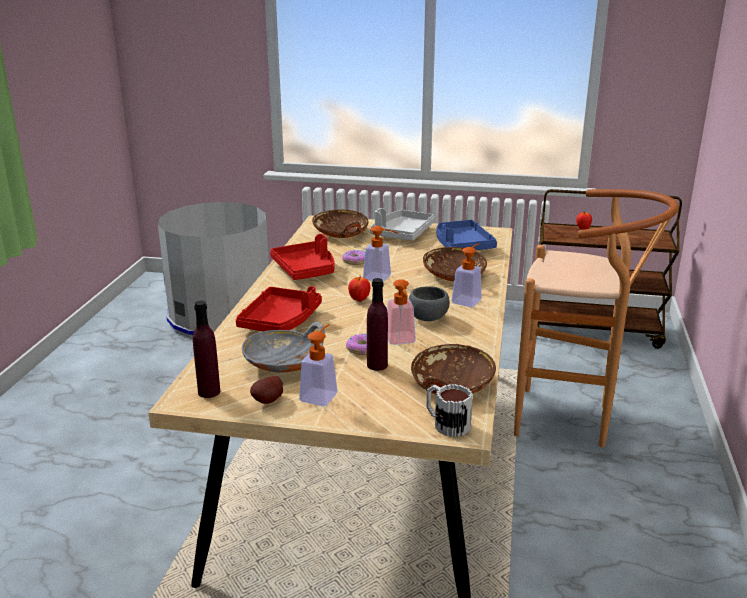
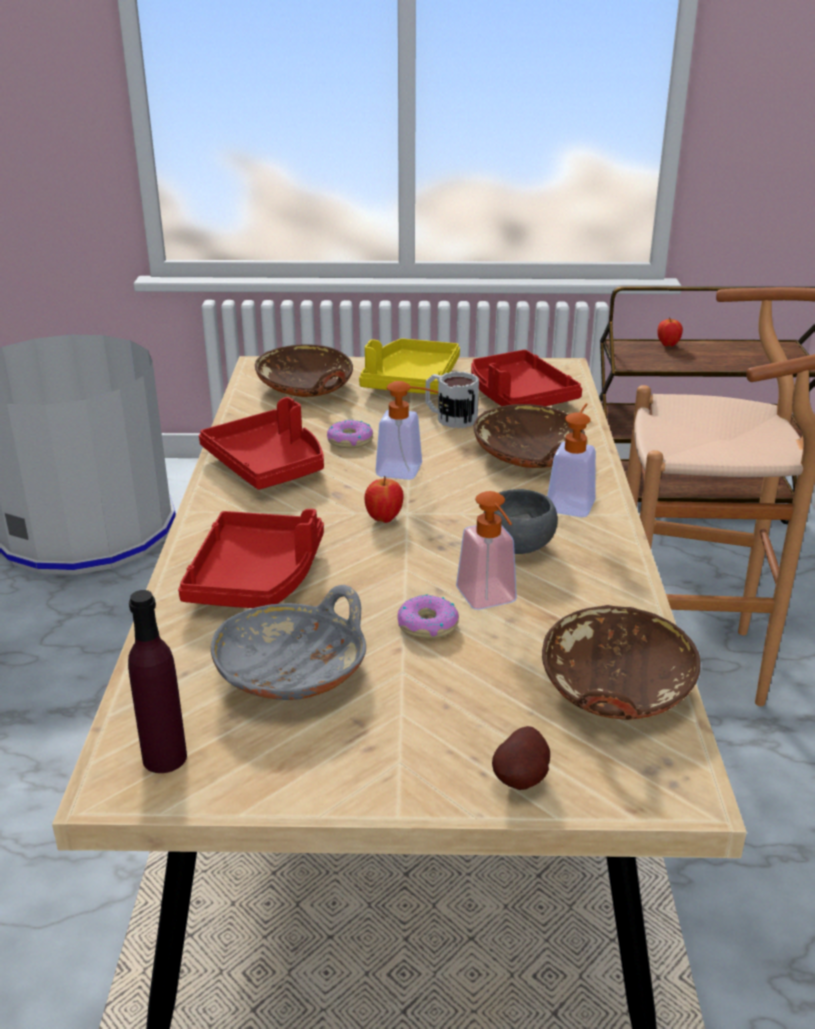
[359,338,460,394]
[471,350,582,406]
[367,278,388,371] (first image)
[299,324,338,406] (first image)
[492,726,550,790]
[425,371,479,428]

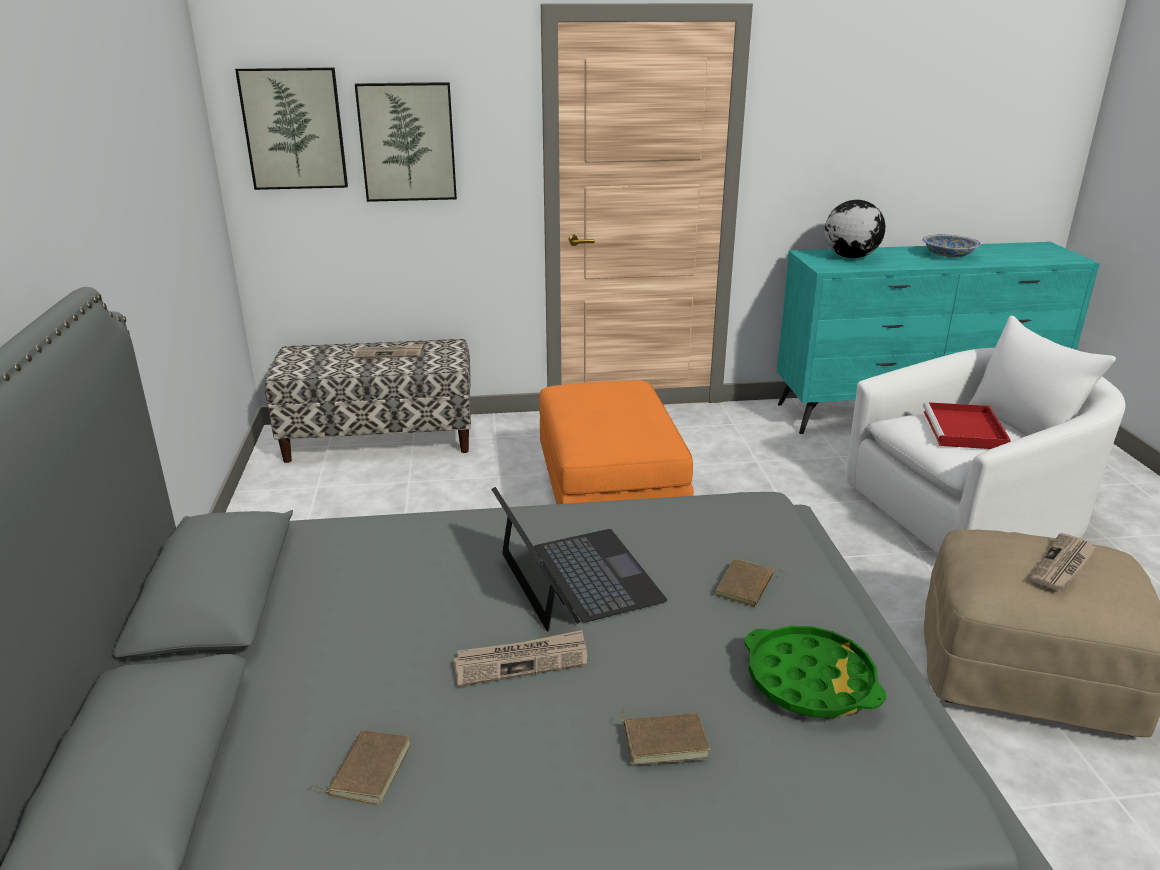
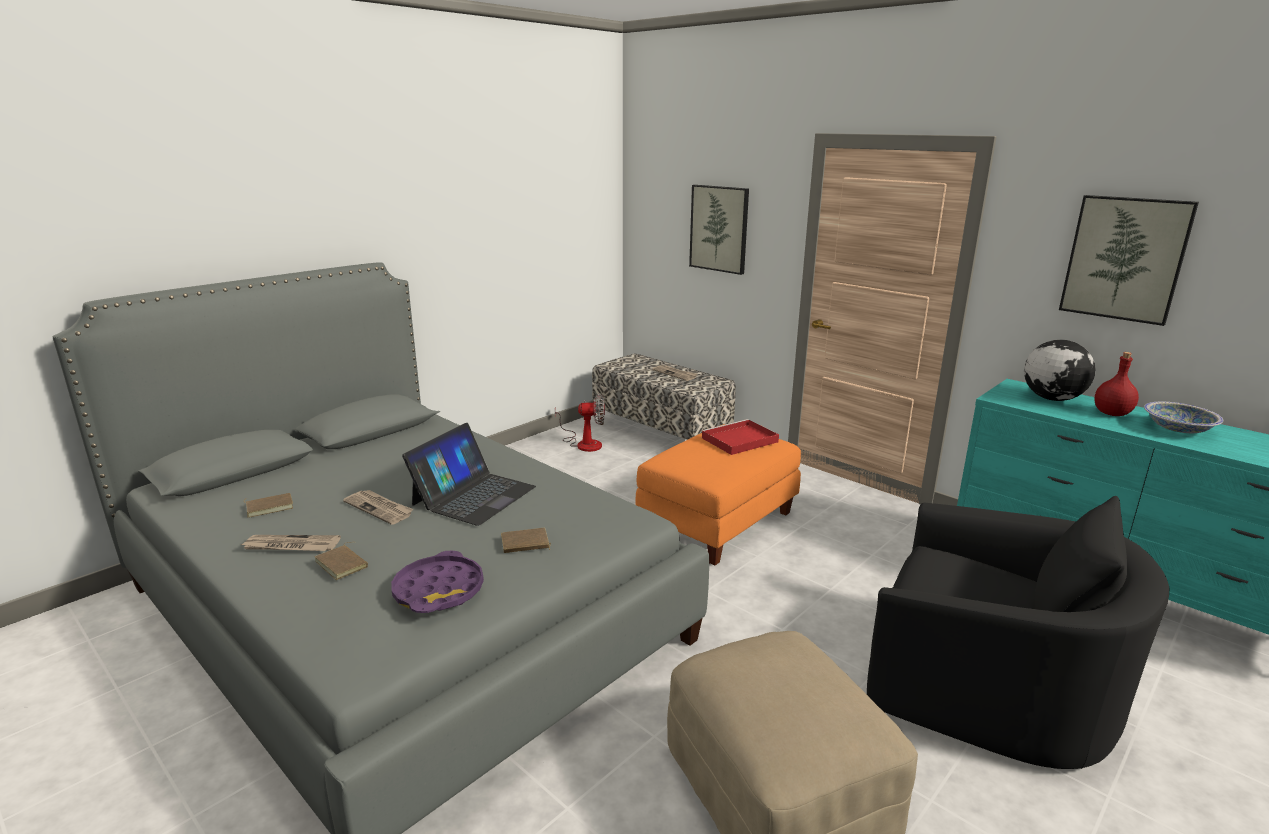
[1059,195,1199,326]
[867,496,1169,769]
[701,419,779,455]
[239,535,341,551]
[391,551,484,613]
[1094,352,1139,416]
[555,394,605,452]

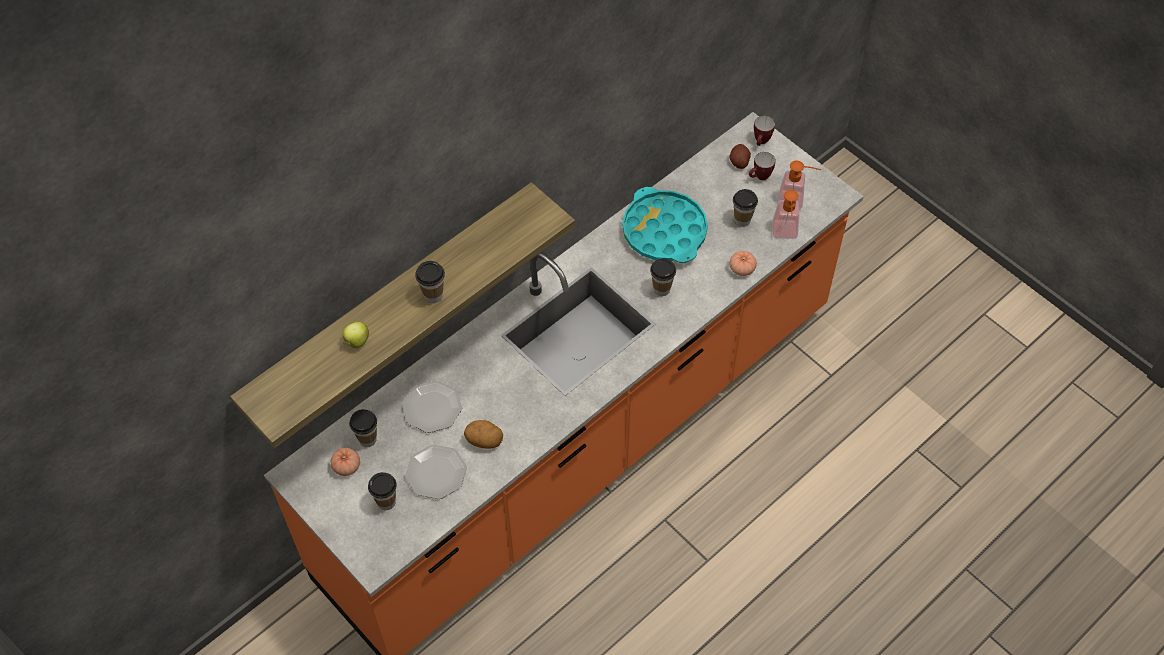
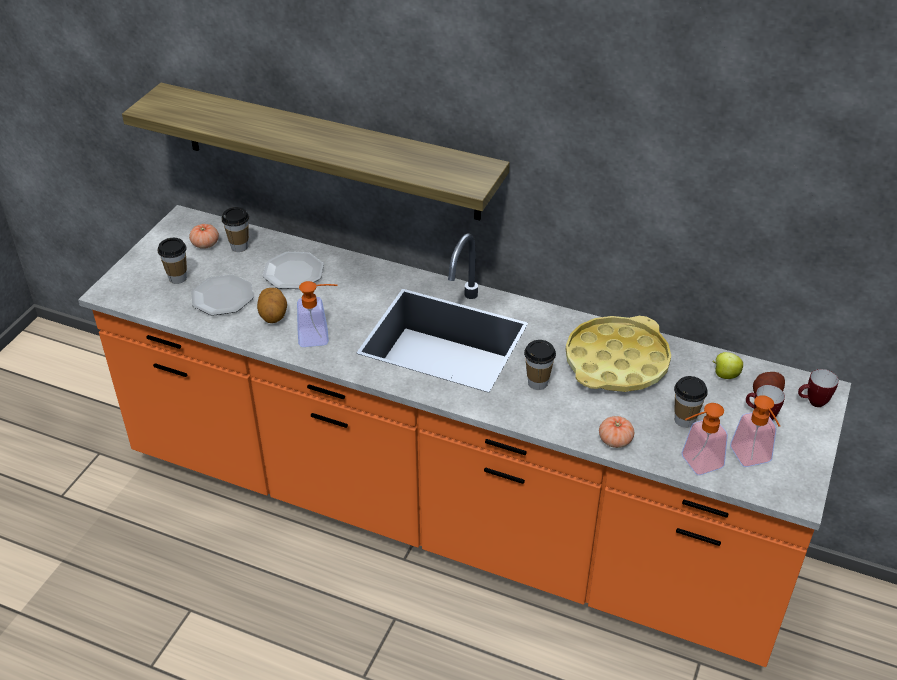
[565,316,671,392]
[415,261,445,303] (first image)
[712,352,743,379]
[297,281,337,347]

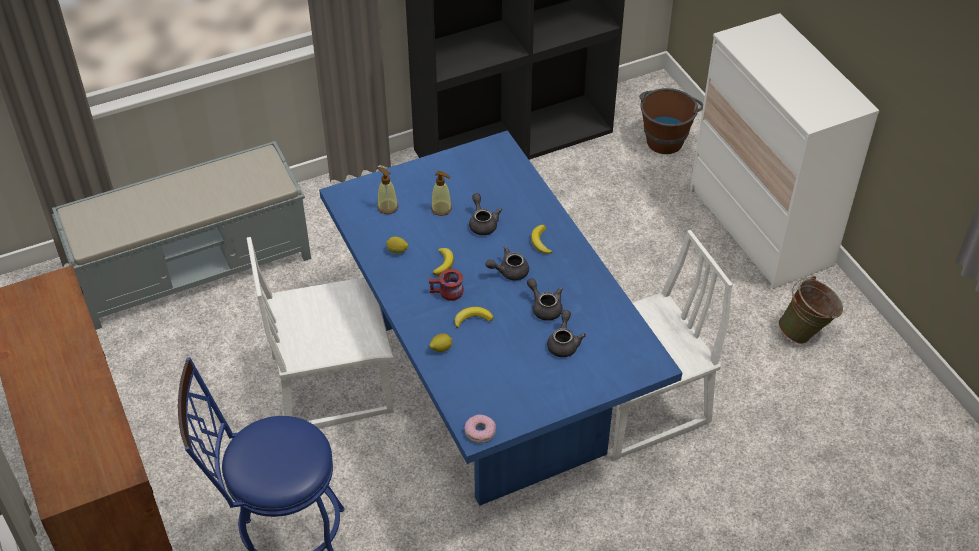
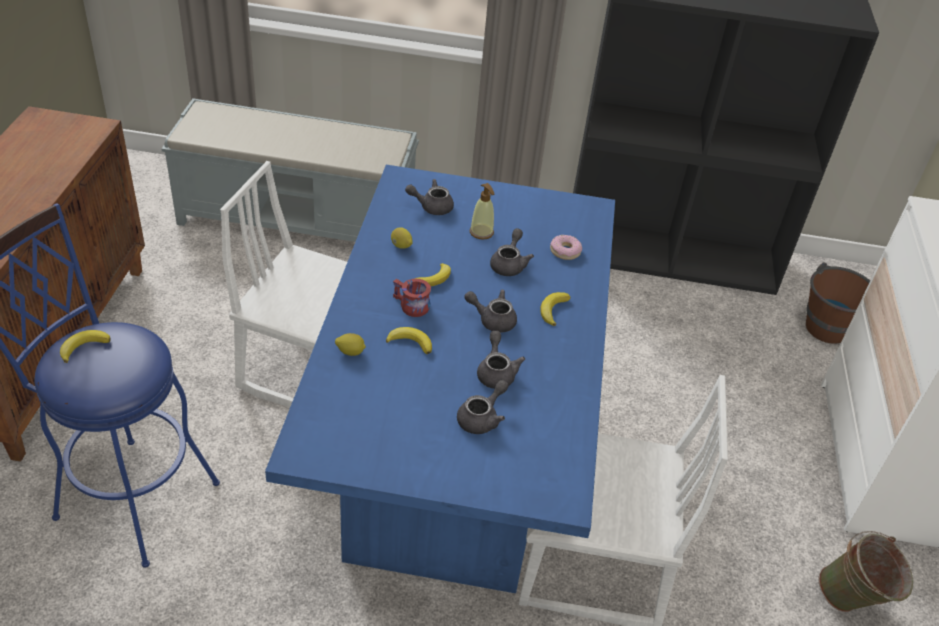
[405,179,454,215]
[550,235,582,260]
[60,330,111,363]

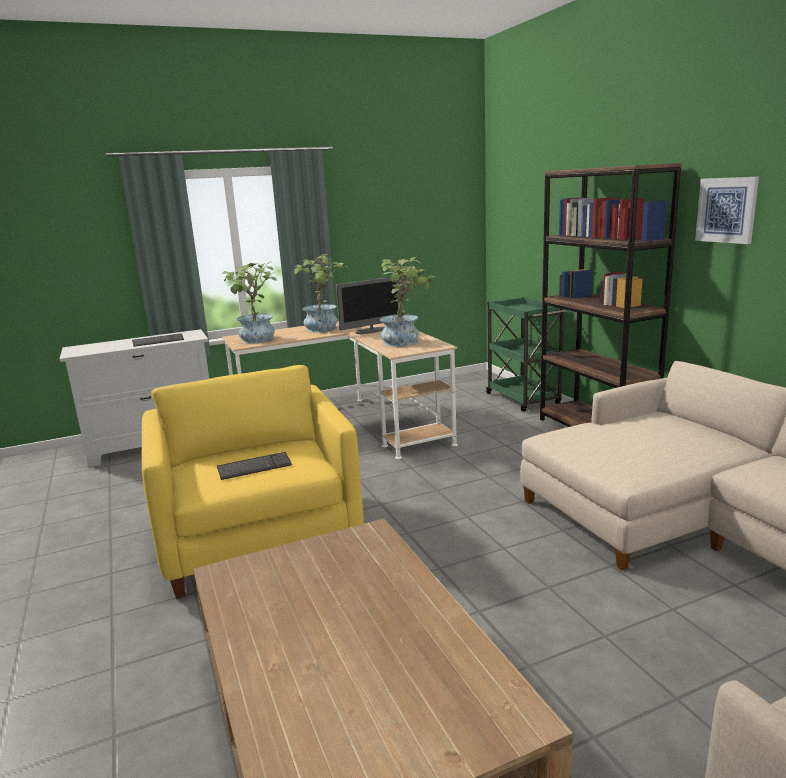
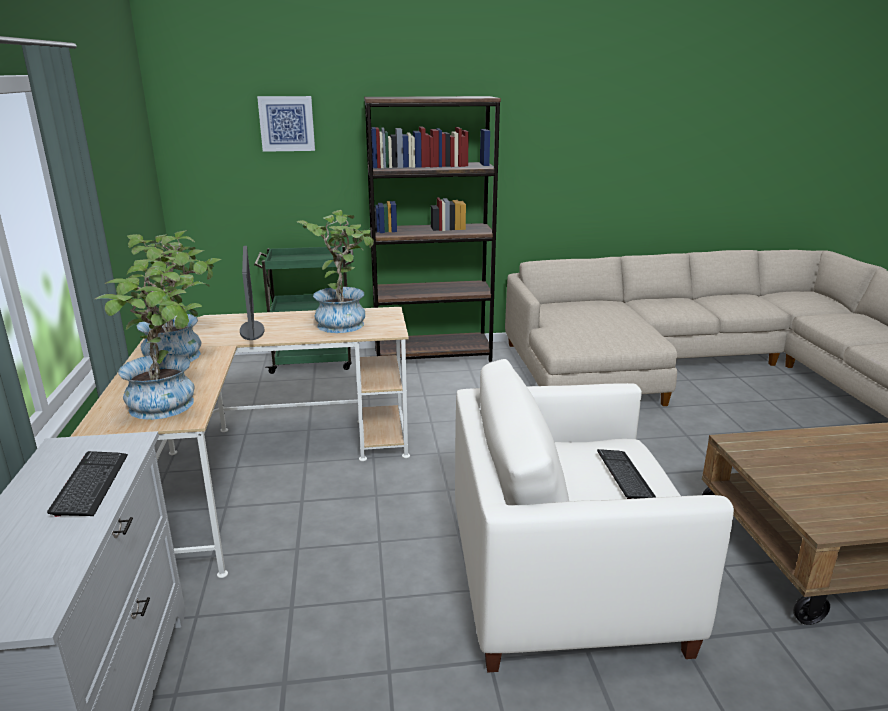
[257,96,315,152]
[455,359,734,673]

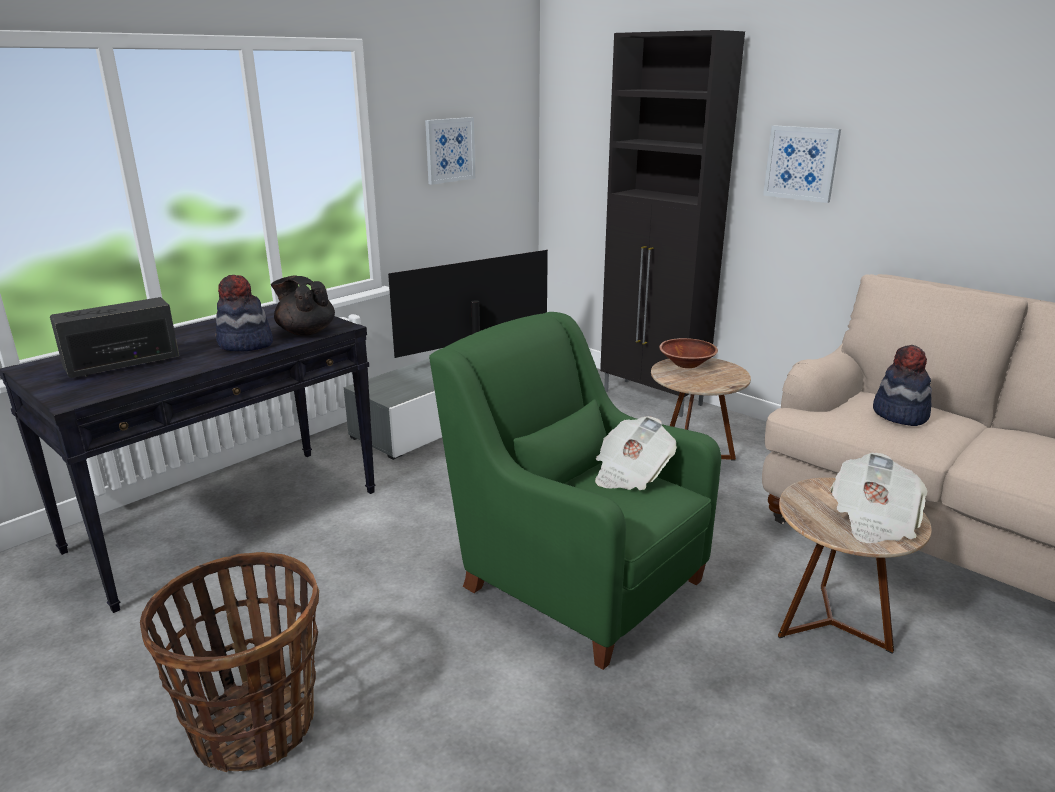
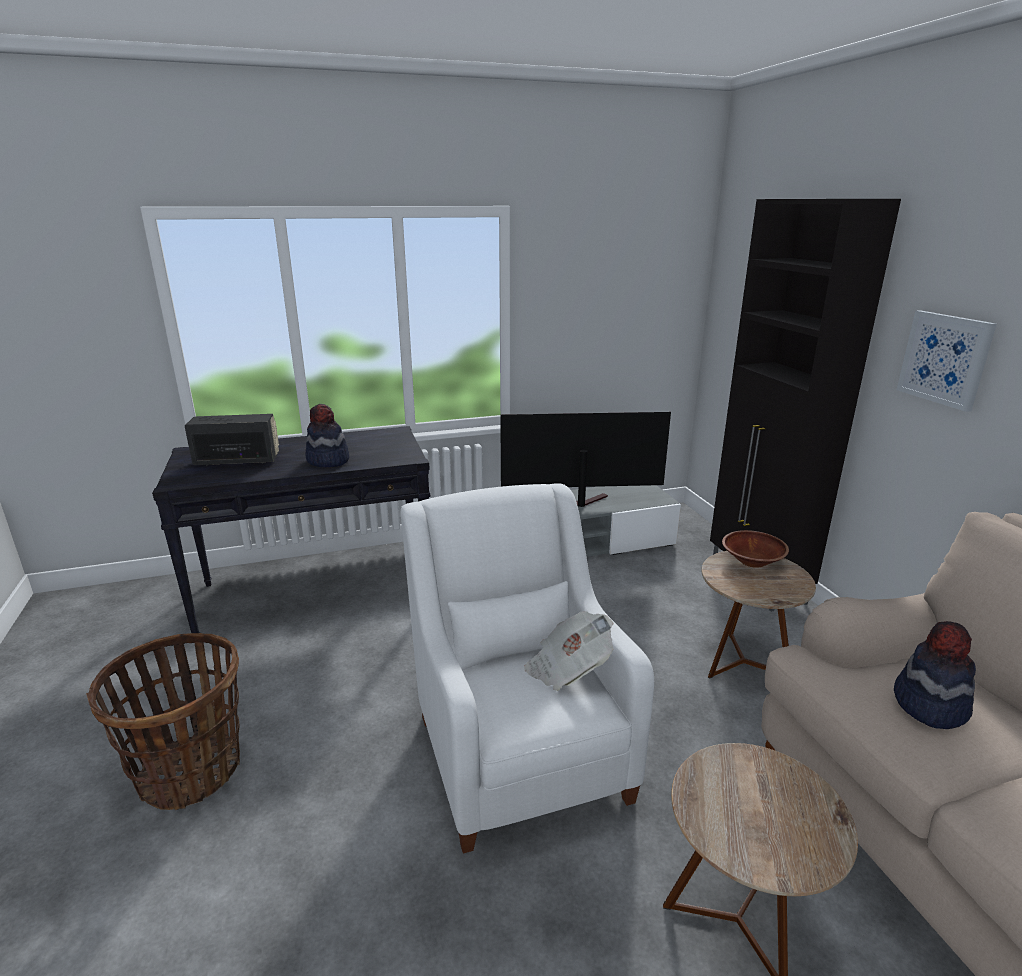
[425,117,475,185] (first image)
[271,275,335,336] (first image)
[401,483,654,854]
[831,452,928,543] (first image)

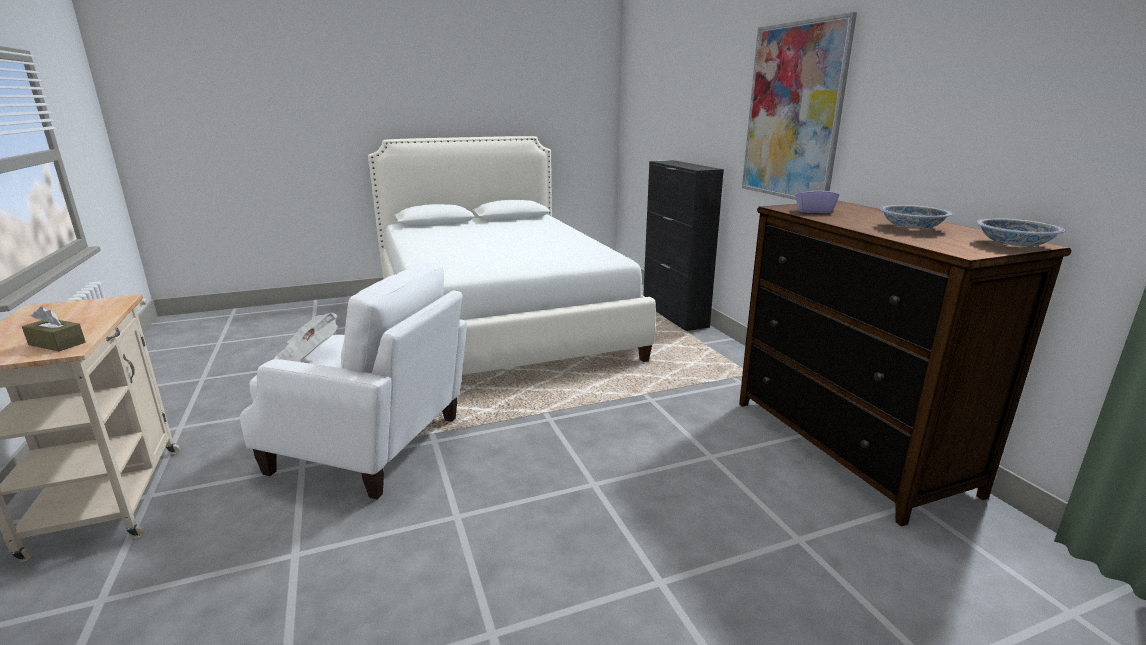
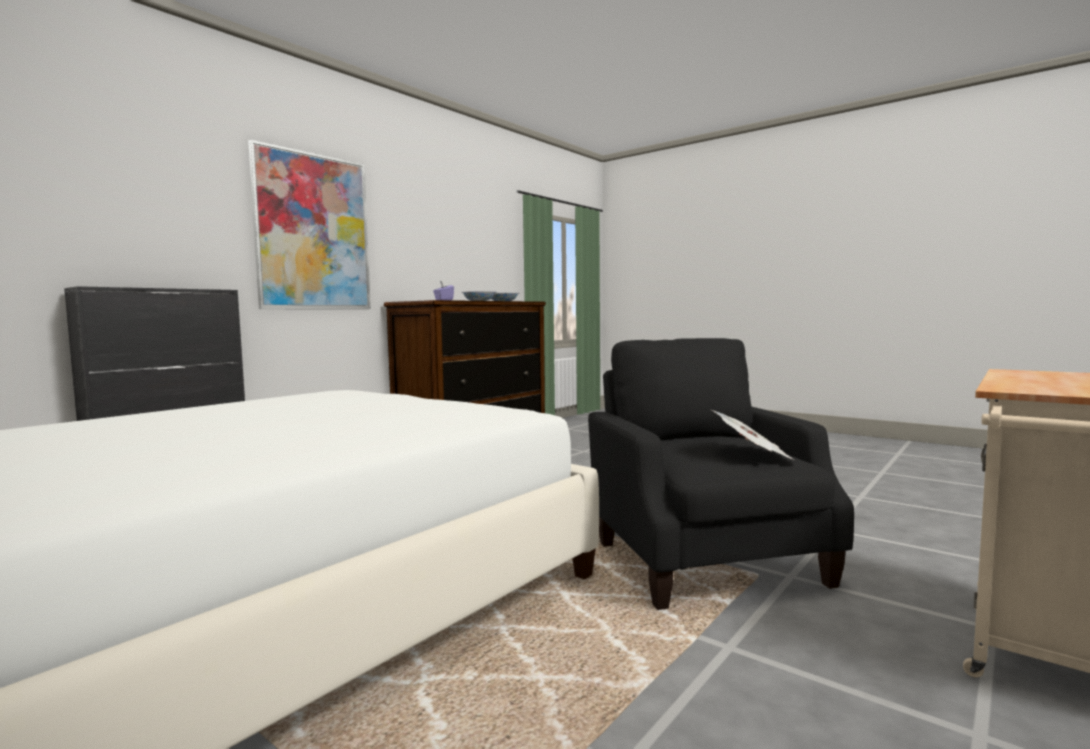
[588,338,854,610]
[22,307,86,351] (first image)

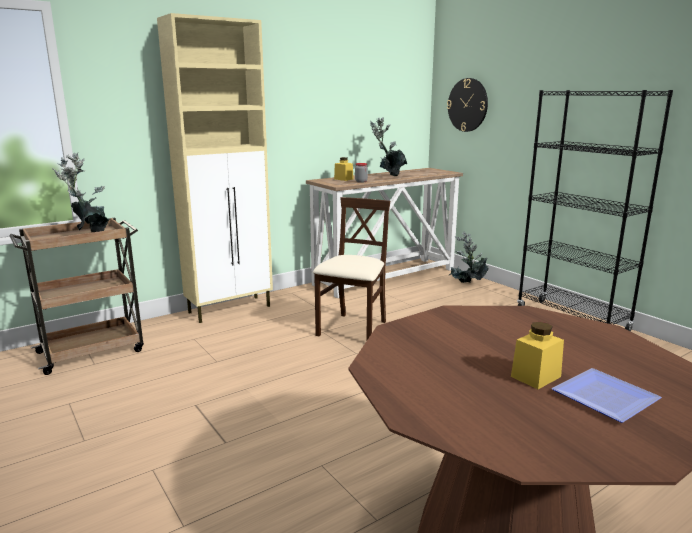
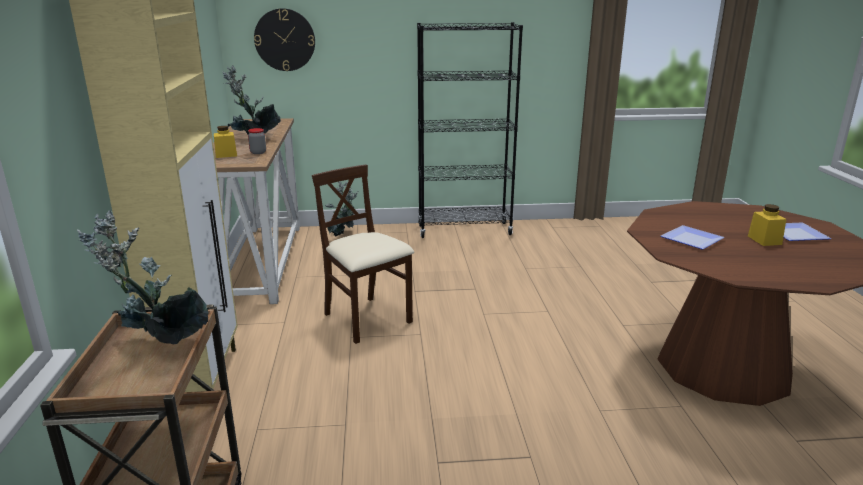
[661,225,725,249]

